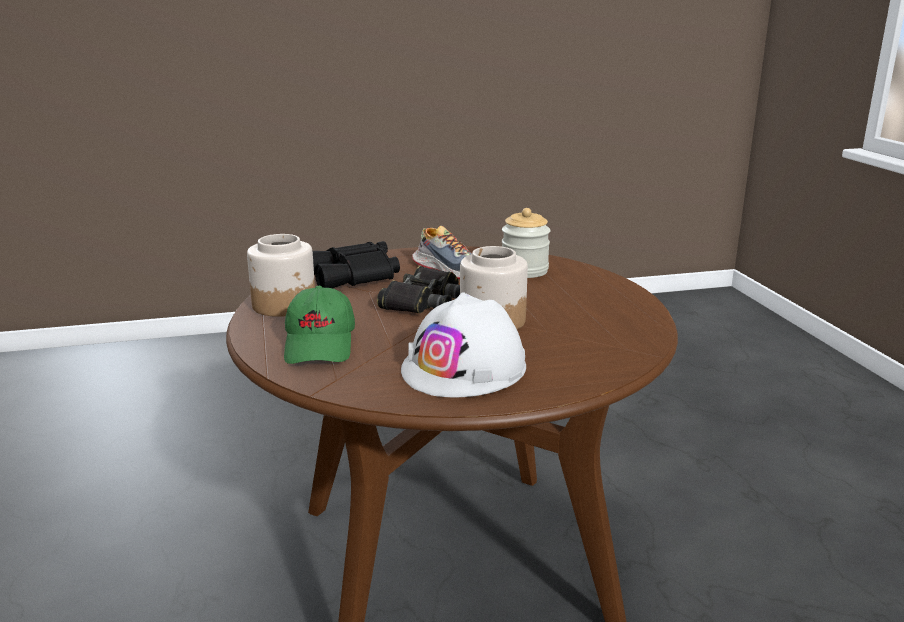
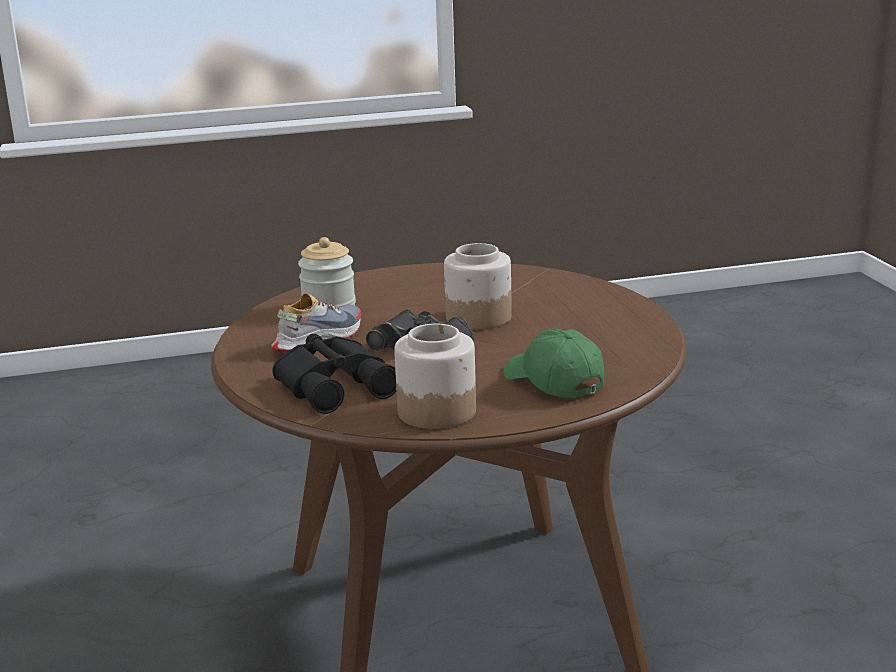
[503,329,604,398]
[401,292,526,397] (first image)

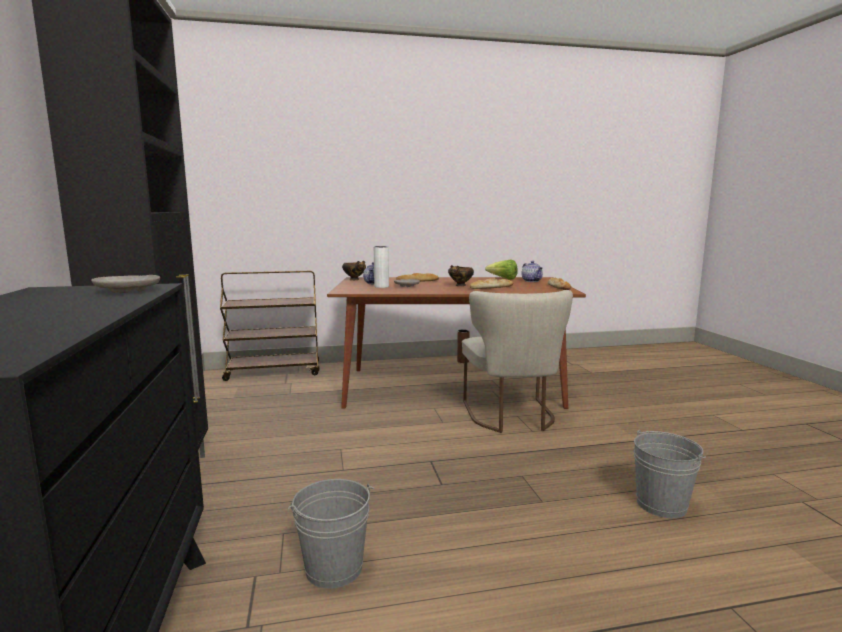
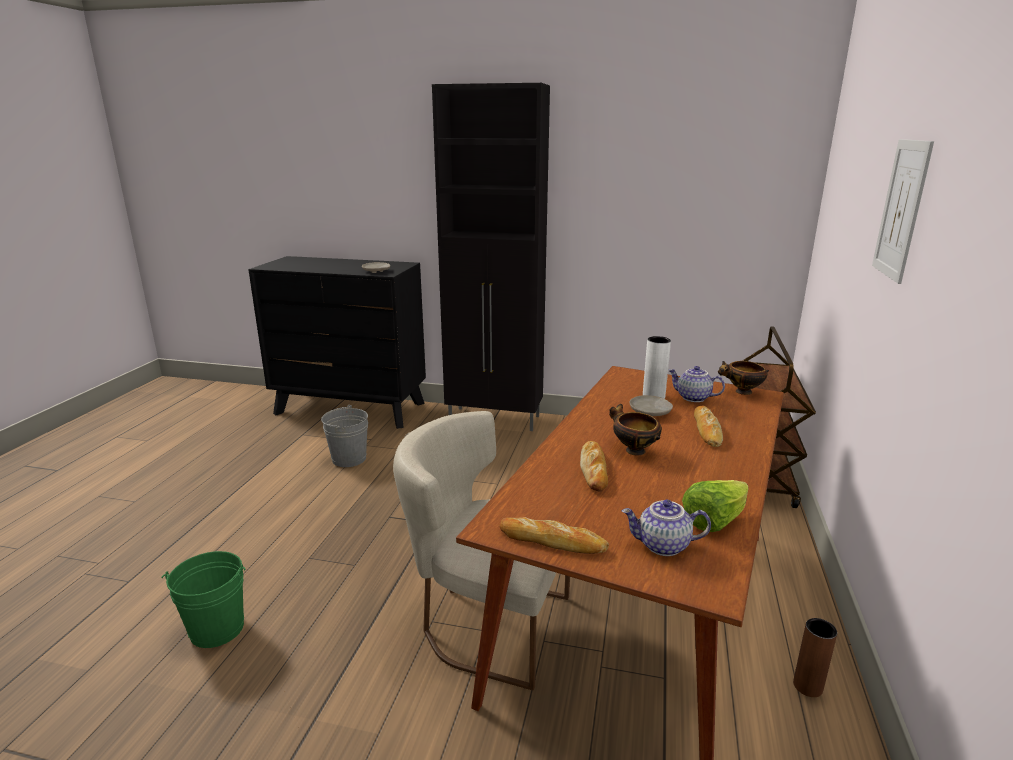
[161,551,245,648]
[872,139,934,284]

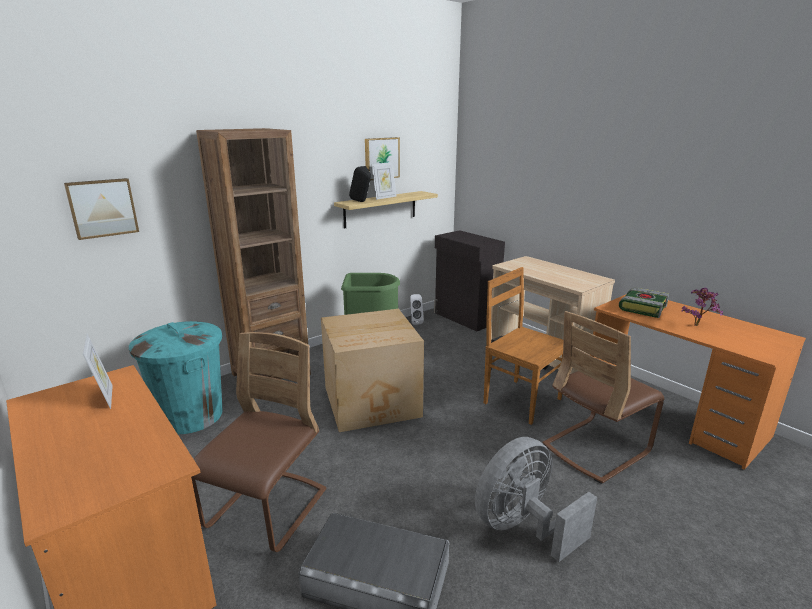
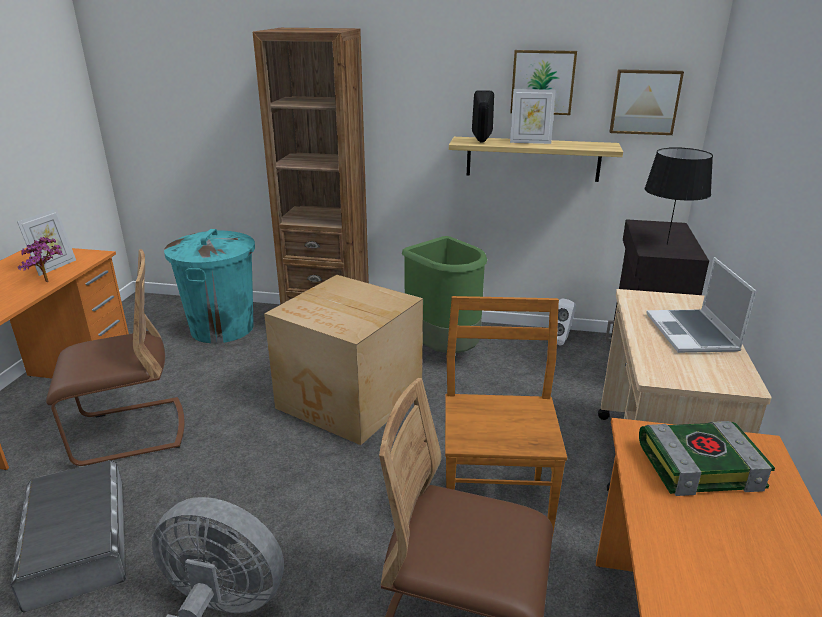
[609,69,684,135]
[18,236,63,282]
[645,147,713,245]
[646,257,756,353]

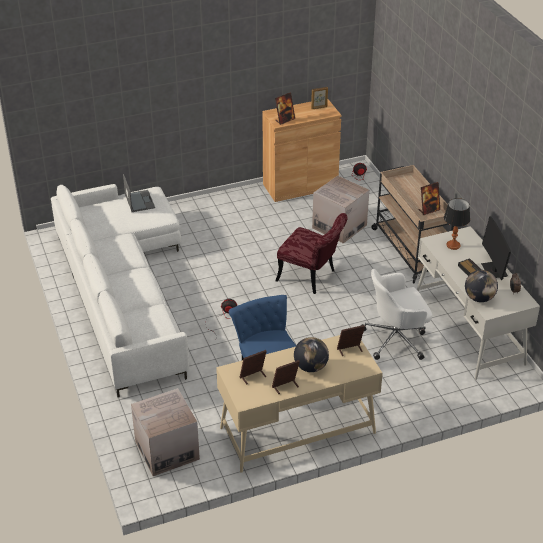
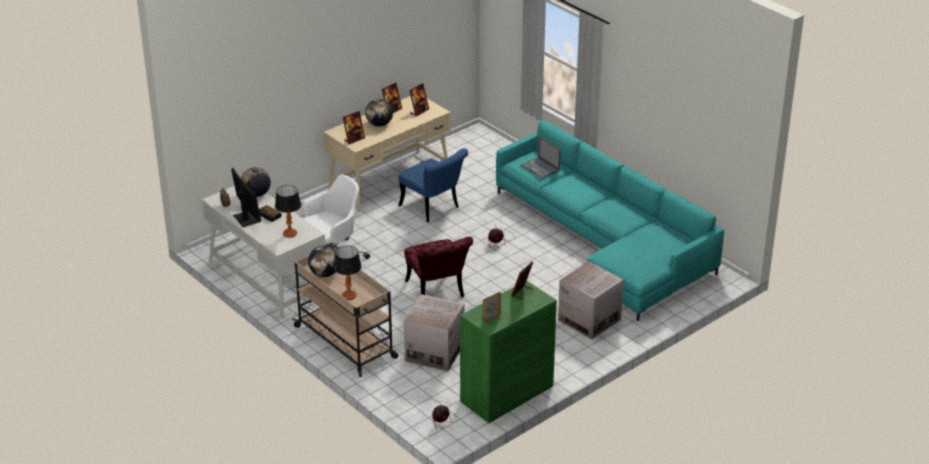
[460,281,557,423]
[521,136,561,179]
[308,245,336,277]
[496,121,724,321]
[404,237,473,297]
[558,261,624,339]
[334,246,362,300]

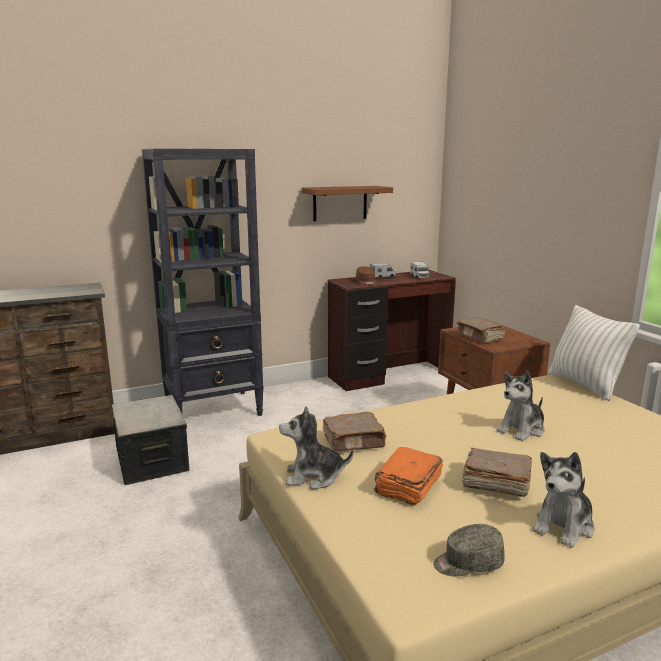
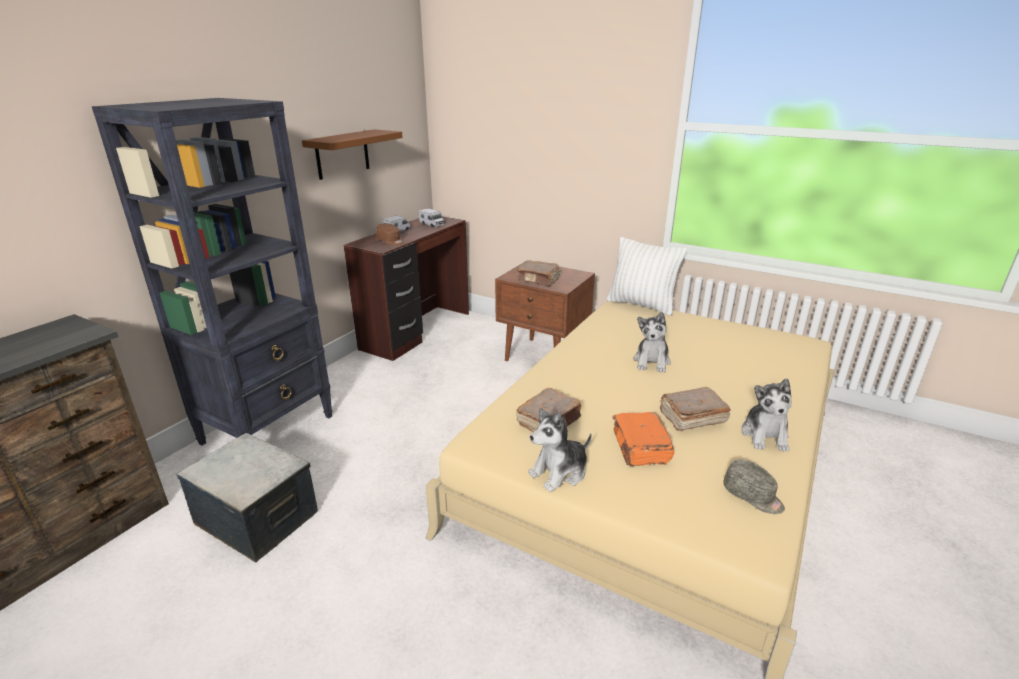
[723,460,785,514]

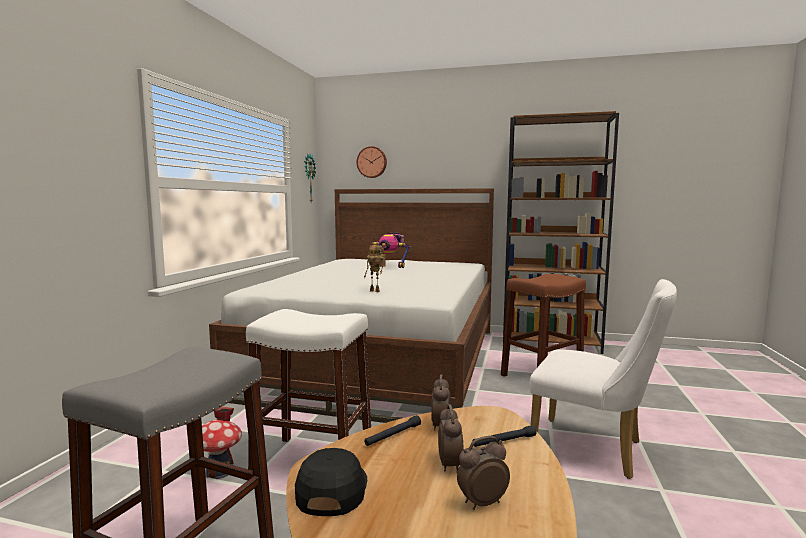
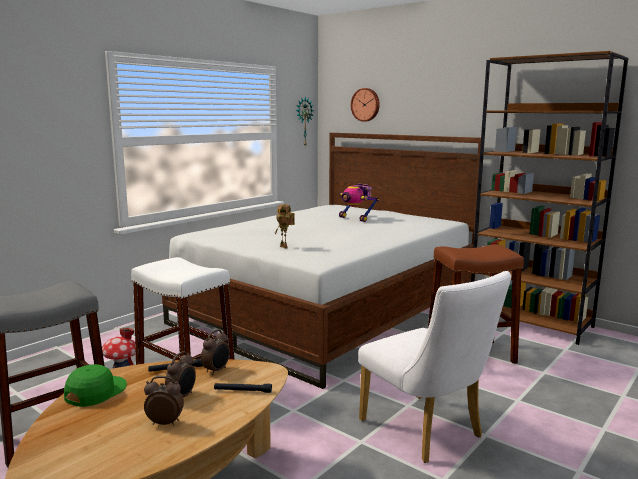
[64,364,127,407]

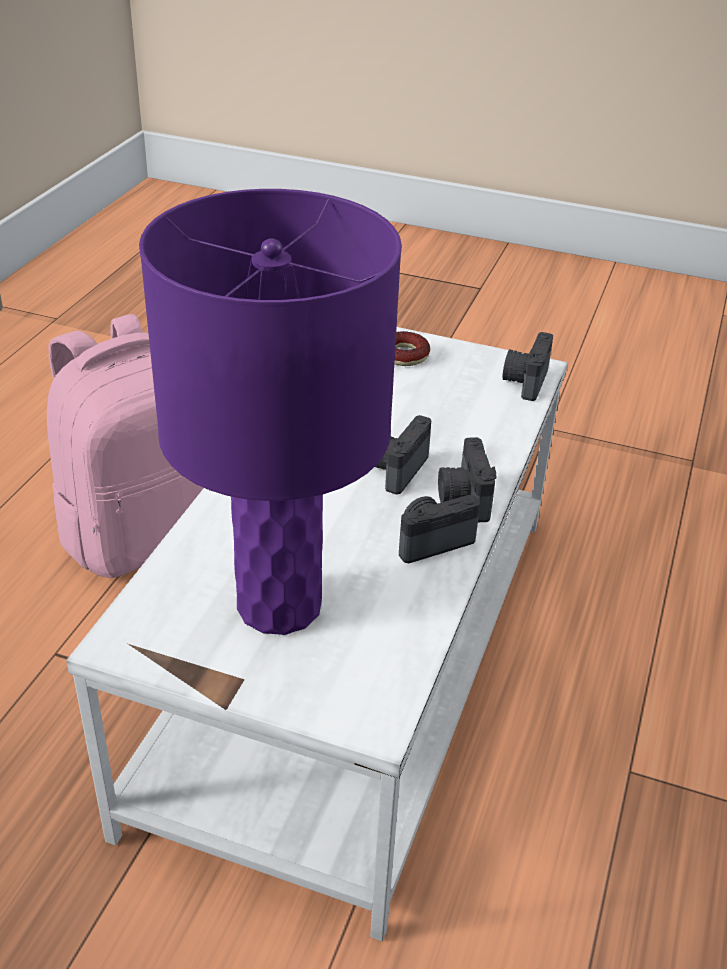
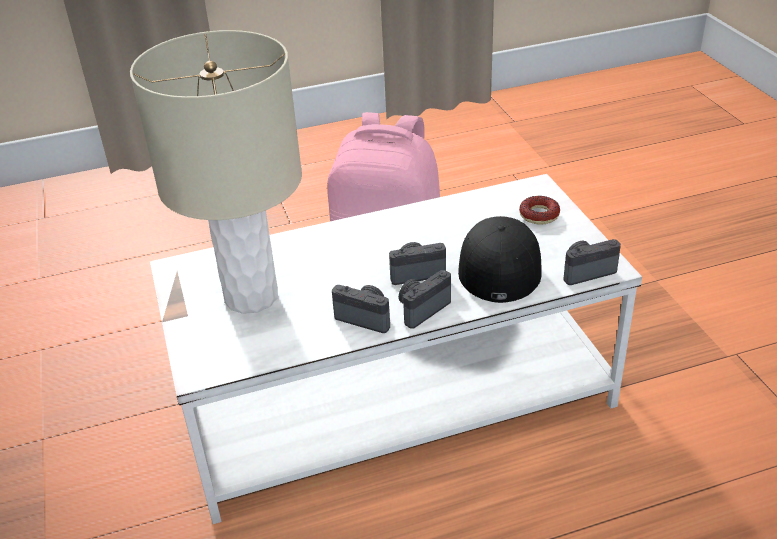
[130,30,302,314]
[458,216,542,303]

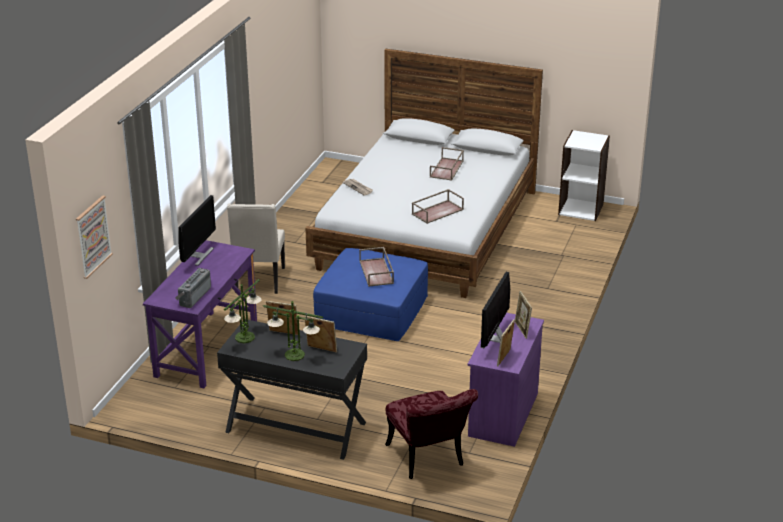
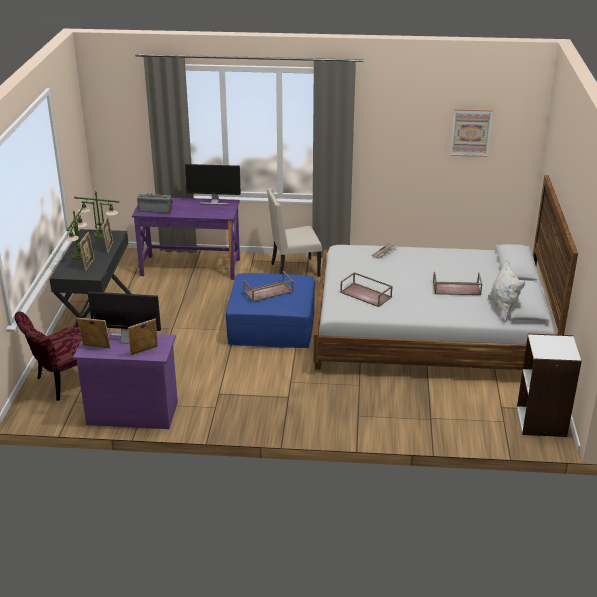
[450,109,493,157]
[488,259,526,322]

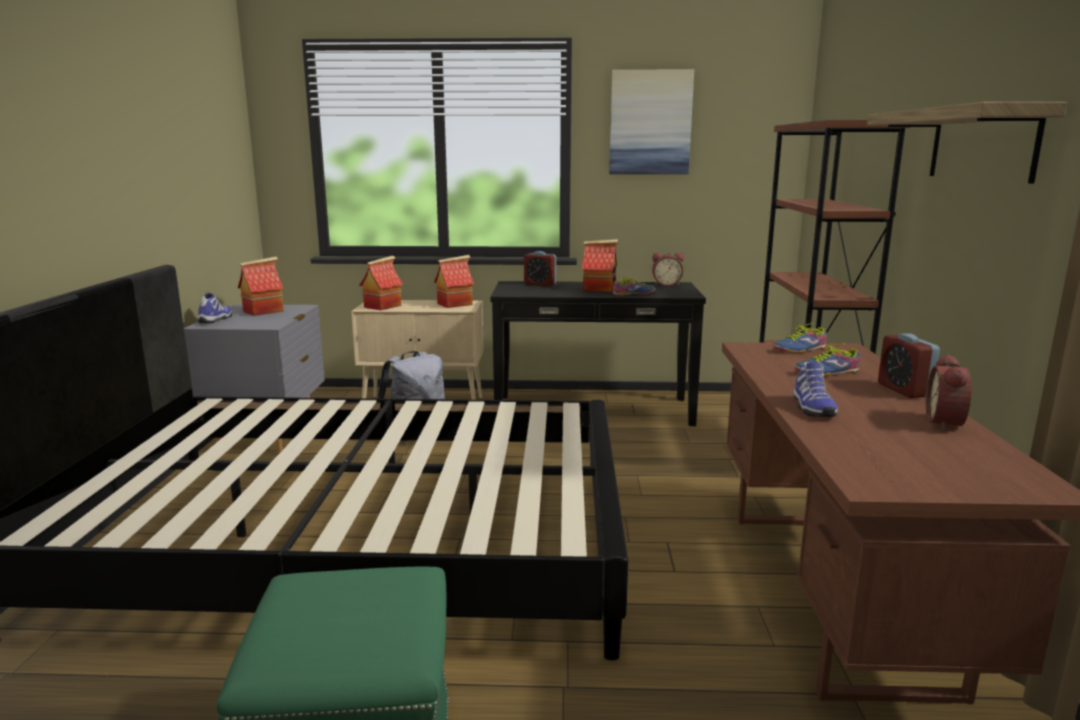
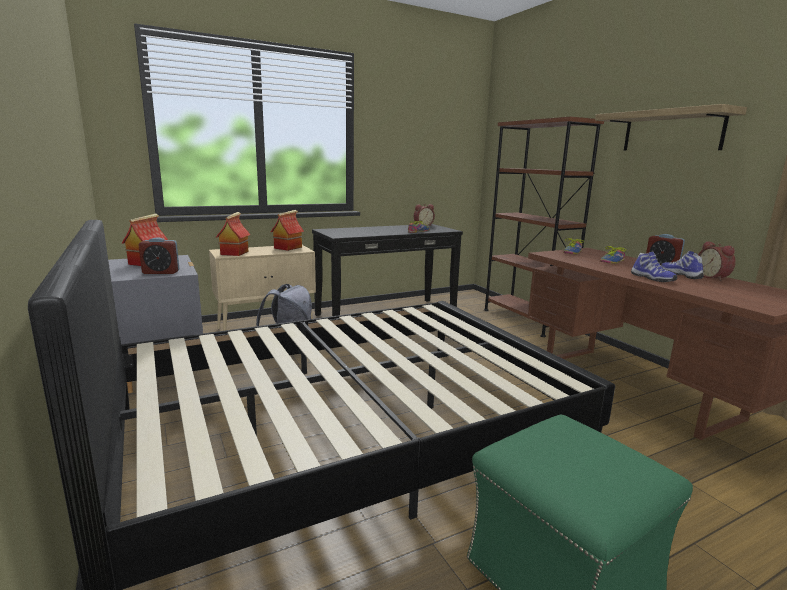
[609,69,694,174] (first image)
[582,239,619,292] (first image)
[138,237,179,274]
[661,251,704,279]

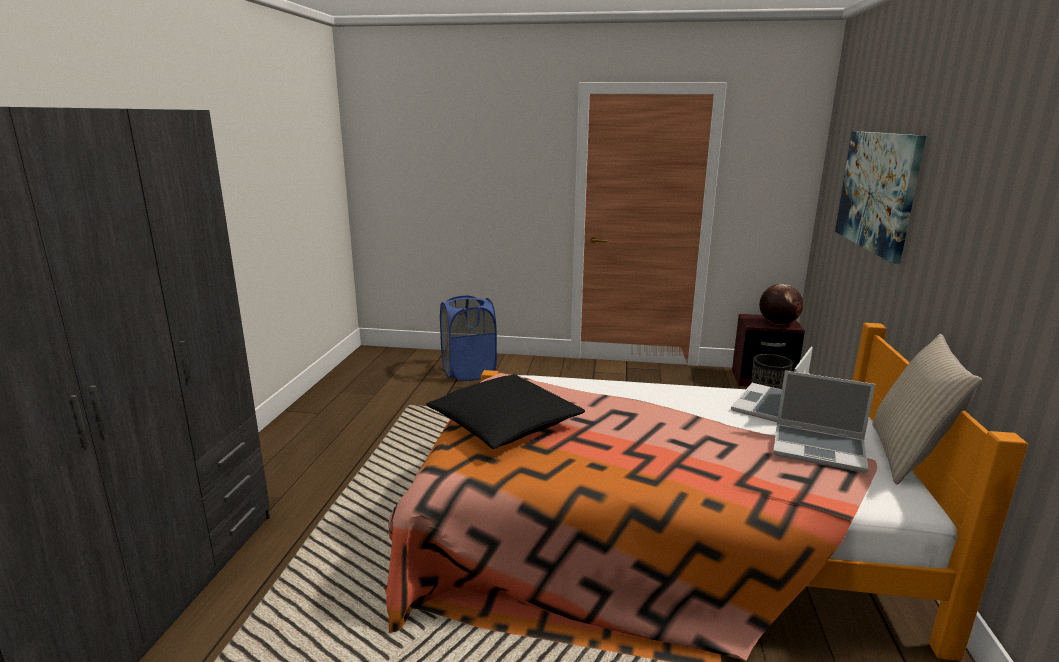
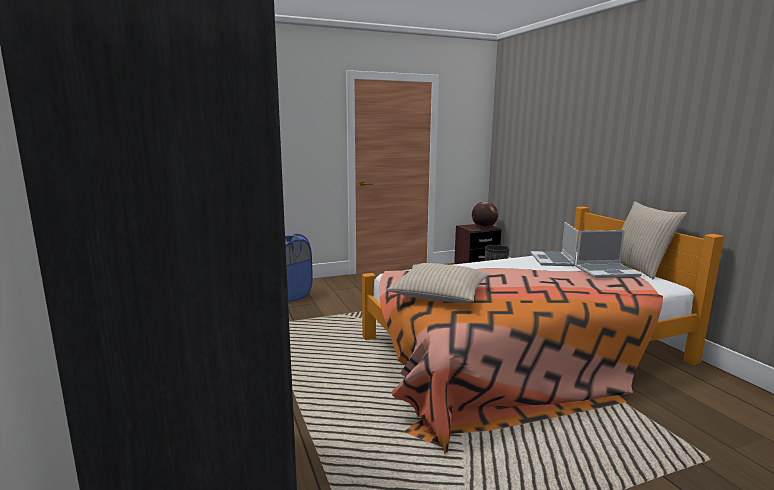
[835,131,926,264] (first image)
[387,263,489,303]

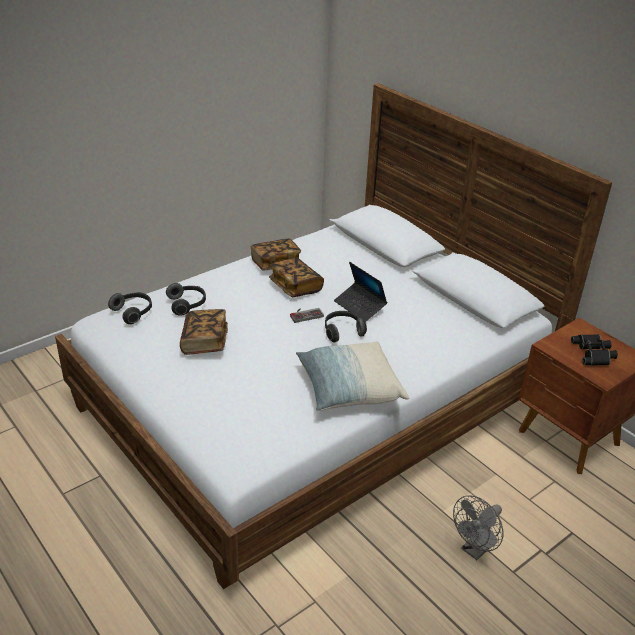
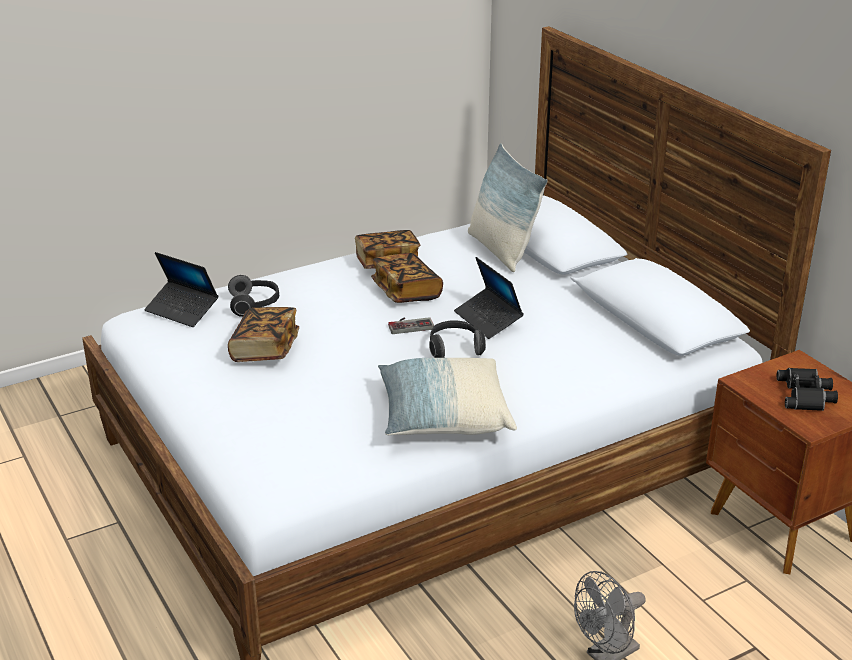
[144,252,218,327]
[468,143,548,272]

